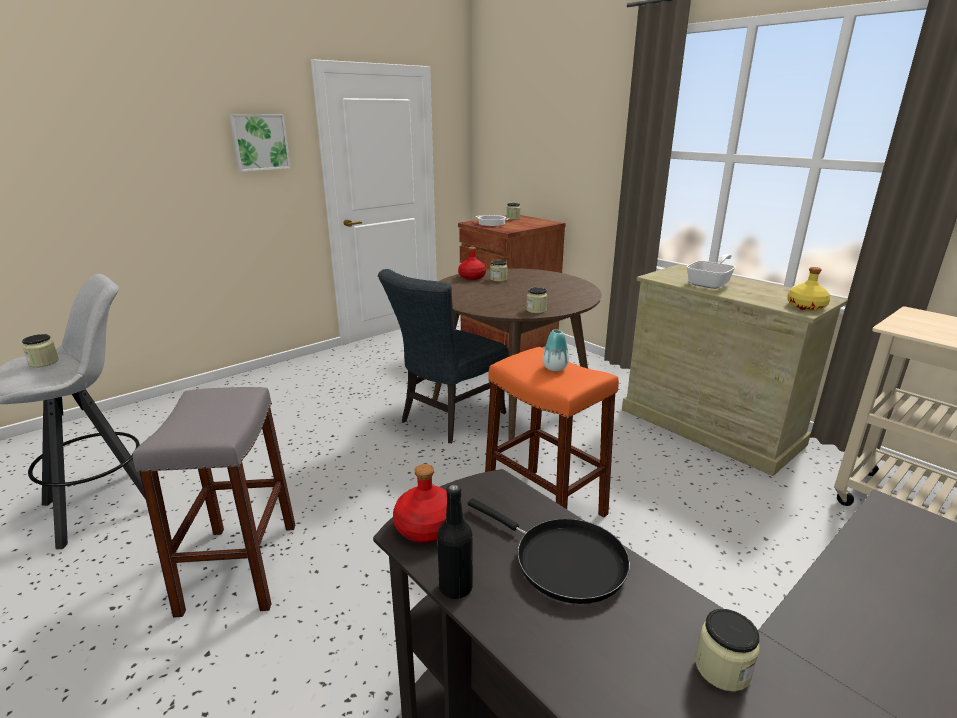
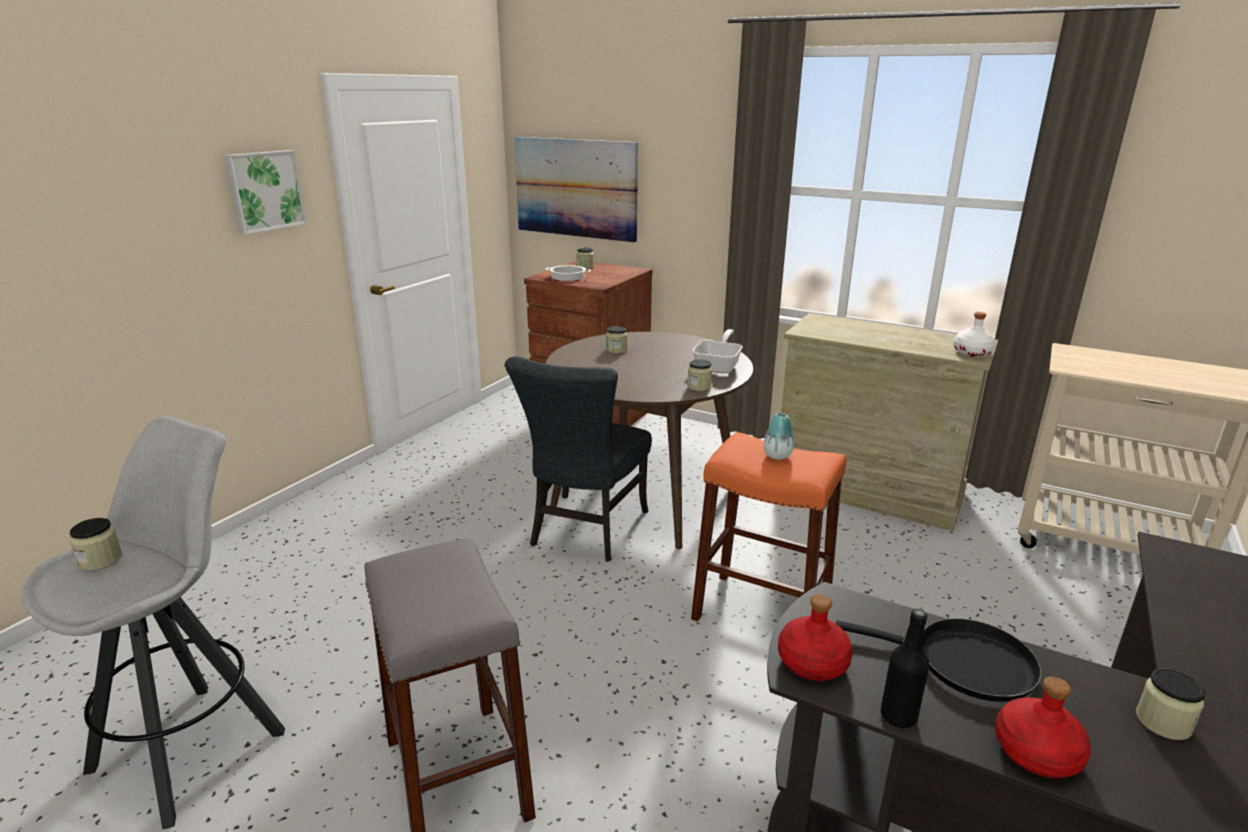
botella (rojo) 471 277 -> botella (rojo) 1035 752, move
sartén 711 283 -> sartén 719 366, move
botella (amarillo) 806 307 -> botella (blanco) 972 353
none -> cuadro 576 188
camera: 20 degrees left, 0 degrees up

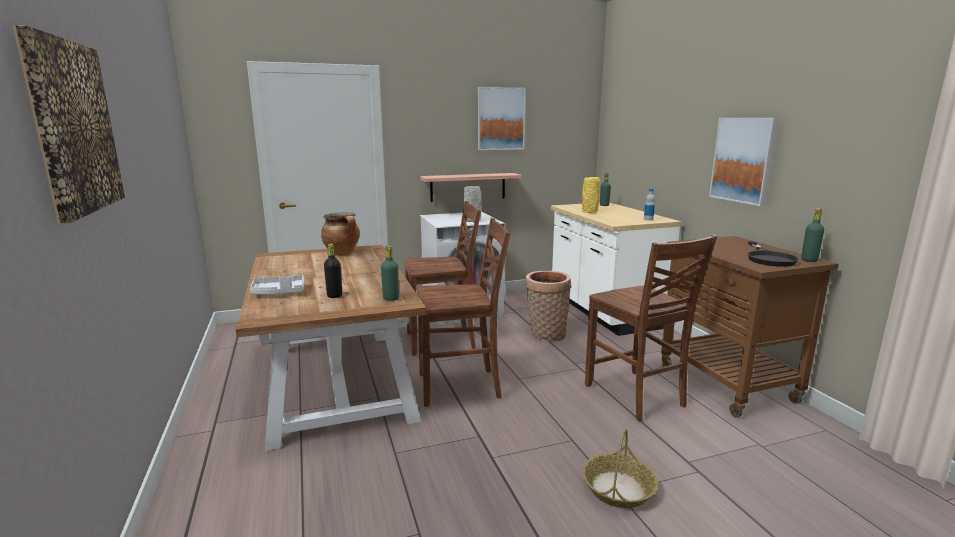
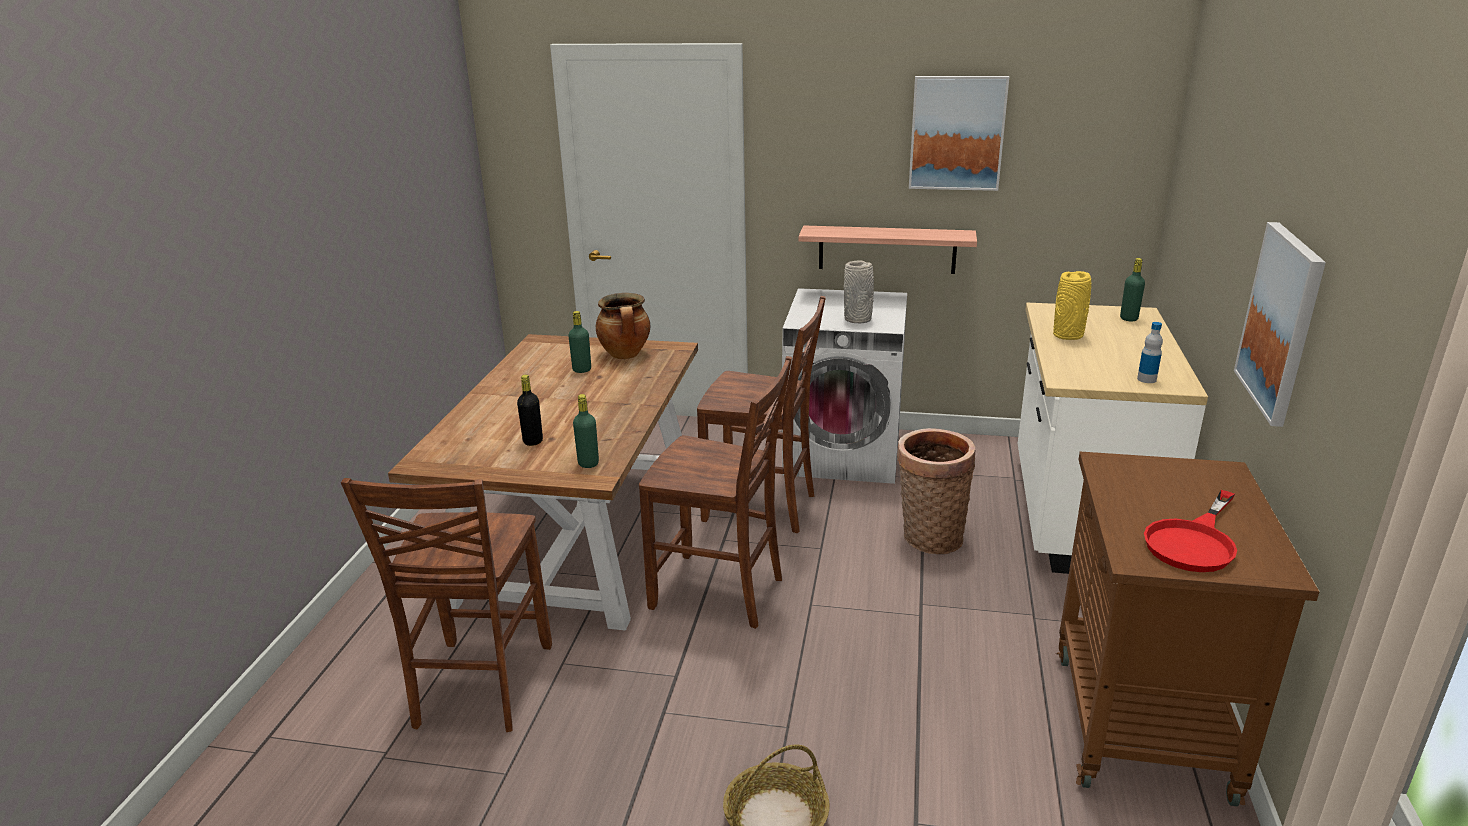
cuadro 73 127 -> none
botella (verde) 809 260 -> botella (verde) 582 370, move
silla (marrón) 636 396 -> silla (marrón) 480 687, move
sartén (negro) 768 258 -> sartén (rojo) 1194 542
bandeja (gris) 279 292 -> none
camera: 30 degrees right, 10 degrees up

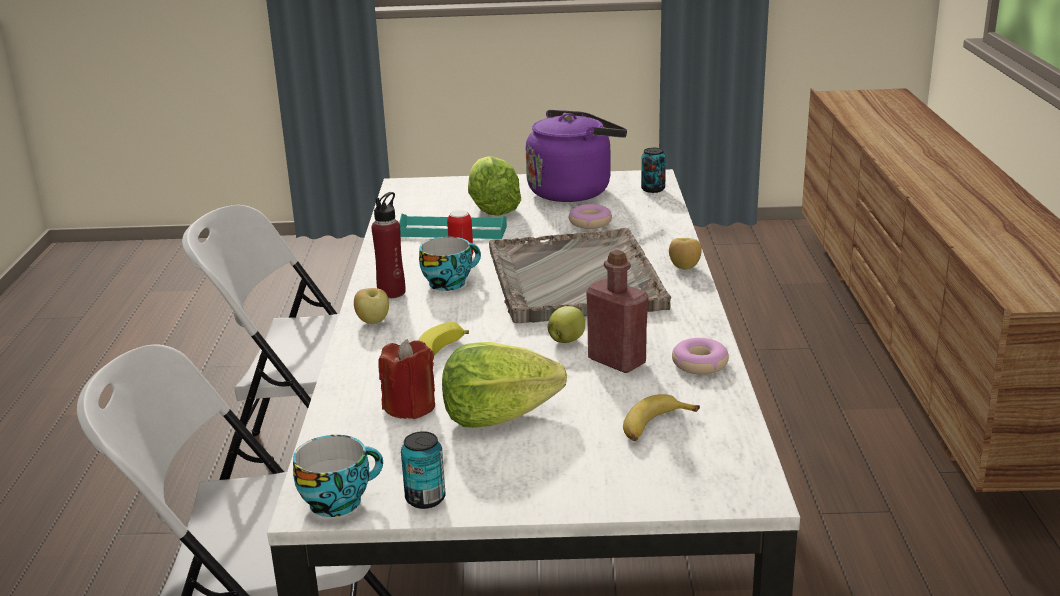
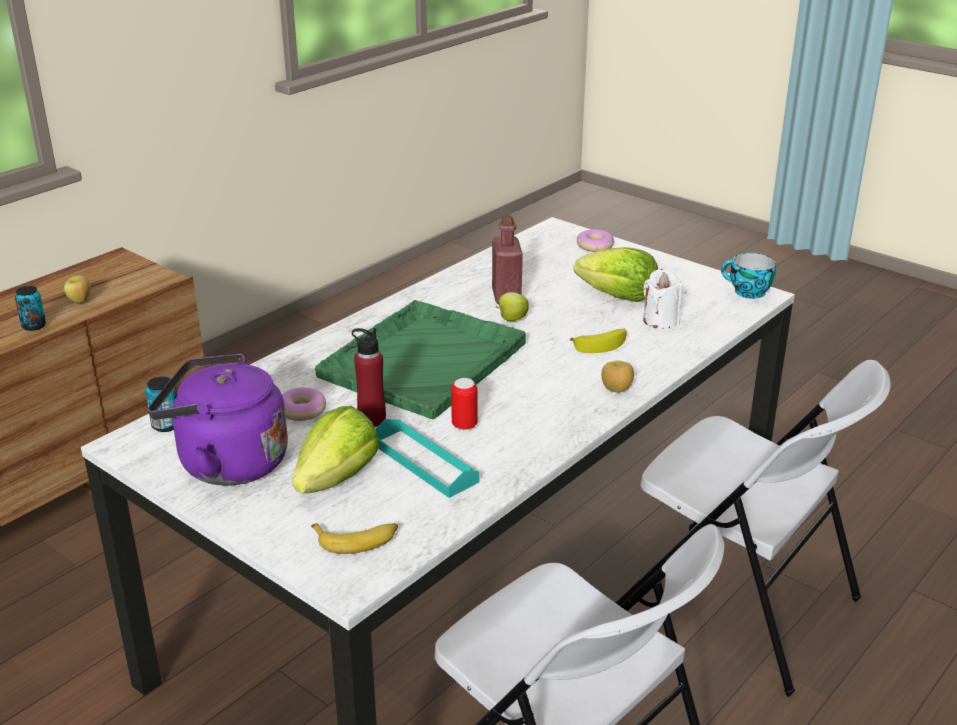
botella (rojo) 391 292 -> botella (rojo) 371 419, move
bandeja (gris) 574 280 -> bandeja (verde) 425 360
taza 449 282 -> none
manzana 684 268 -> manzana 80 301, move
rosquilla 699 364 -> rosquilla 595 246, move
vela (rojo) 410 407 -> vela (blanco) 661 320
plátano 655 427 -> plátano 357 540, move
lata 425 499 -> lata 34 326, move
camera: 140 degrees left, 5 degrees up

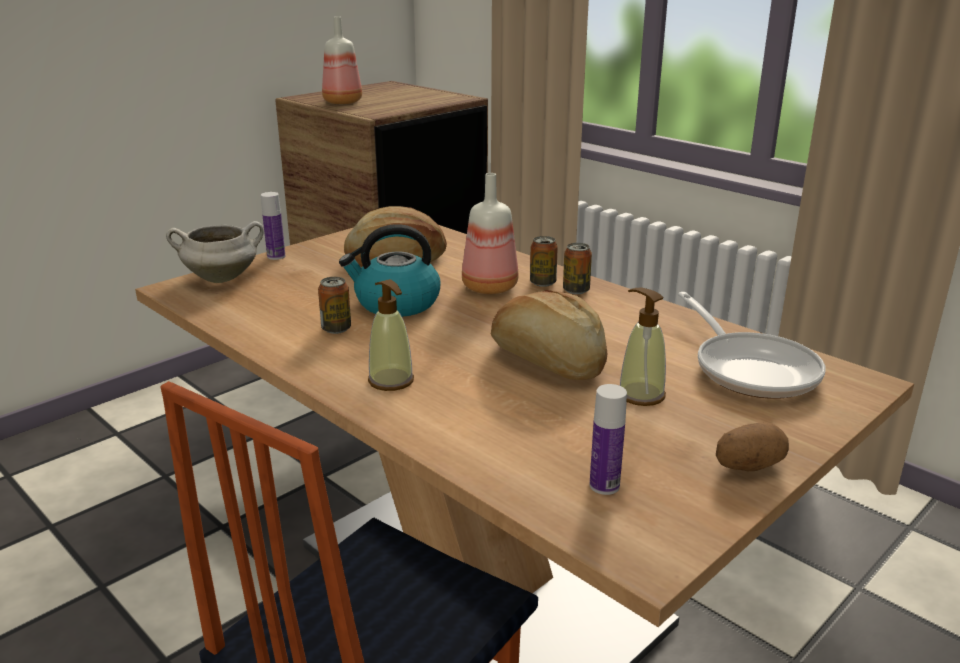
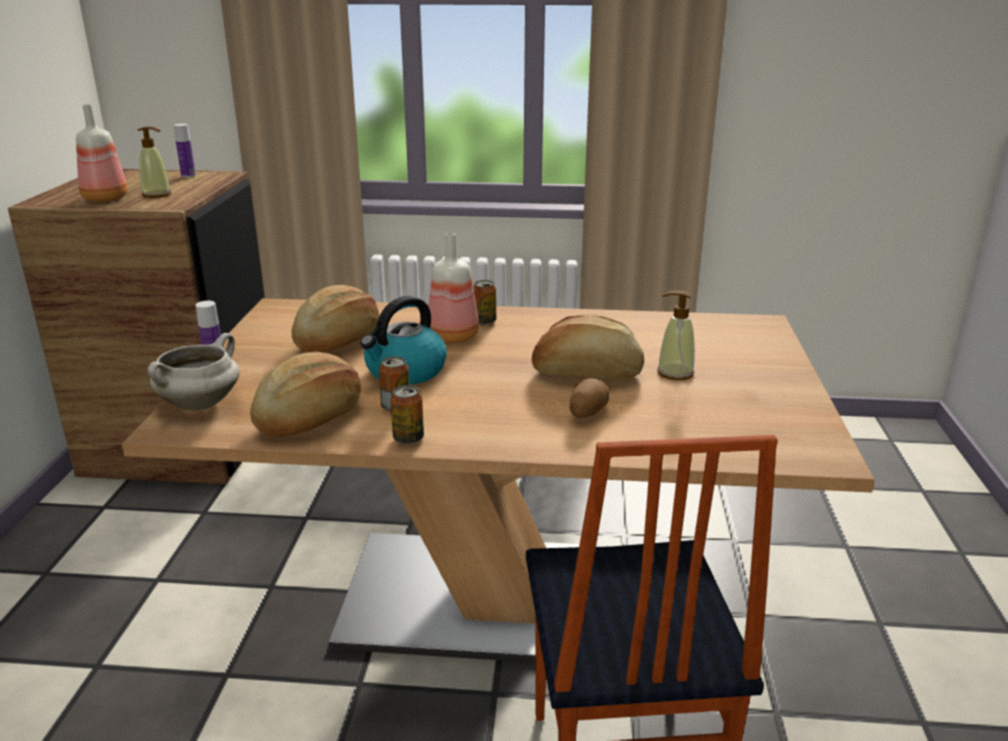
lata 576 290 -> lata 408 438, move
dispensador de jabón 391 381 -> dispensador de jabón 157 195, move
sartén 750 369 -> none
botella 604 485 -> botella 188 176, move
patata 748 466 -> patata 586 413, move
none -> pan 311 417
camera: 40 degrees left, 0 degrees up

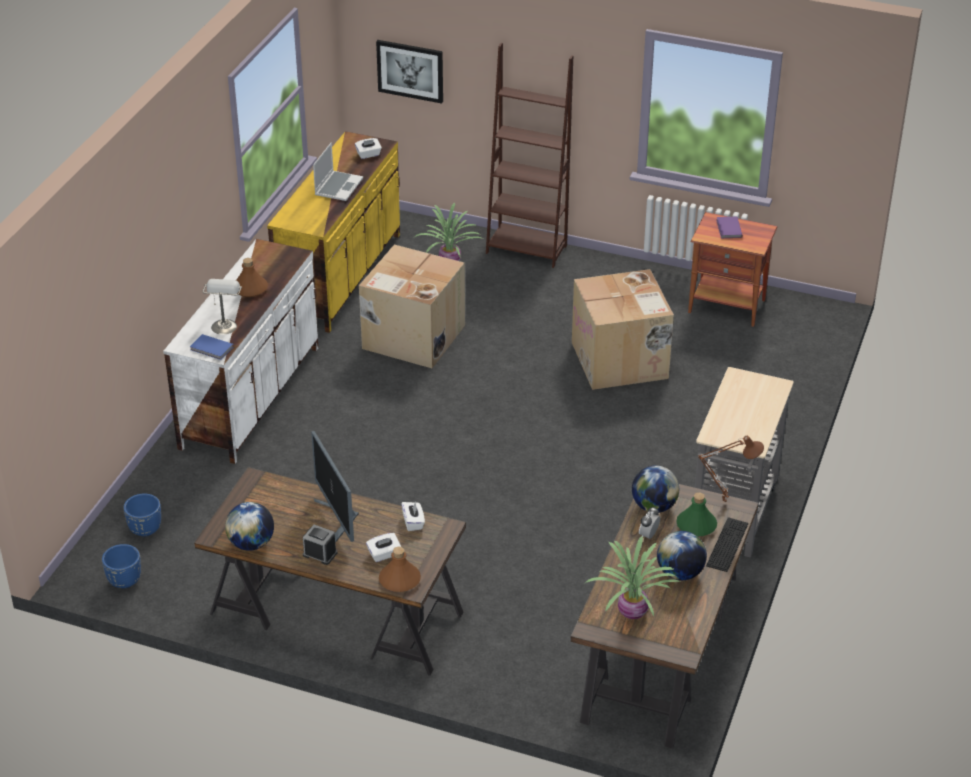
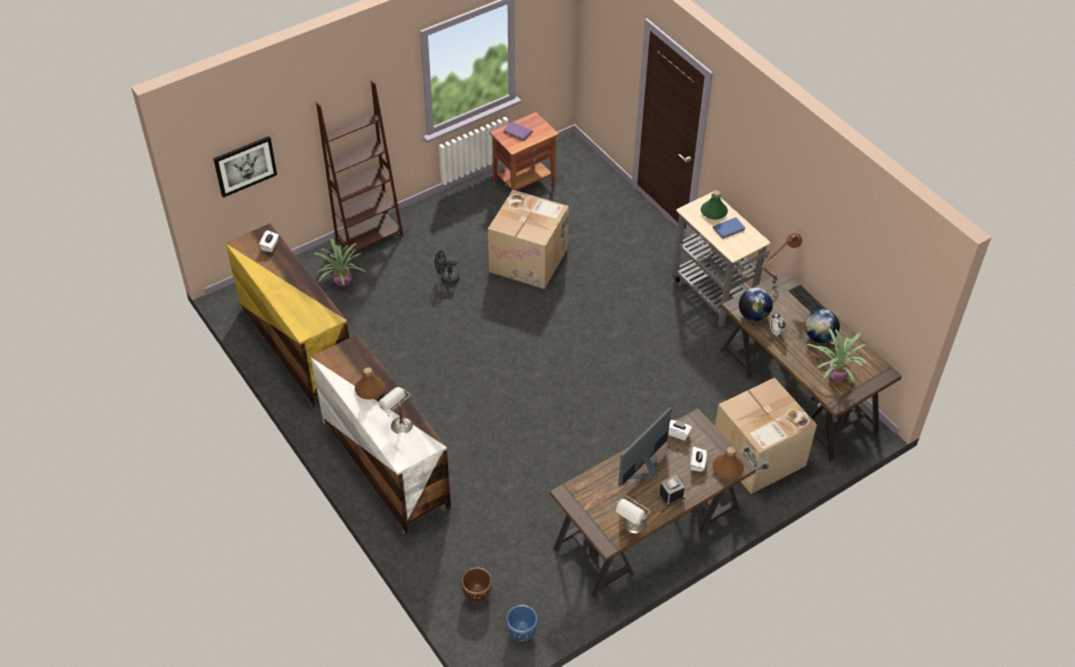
portátil 338 187 -> none
caja de cartón 412 337 -> caja de cartón 758 457, move
libro (azul) 211 349 -> libro (azul) 729 229, move
monitor 338 519 -> monitor 644 469, 120 degrees clockwise
botella (verde) 696 525 -> botella (verde) 713 212, move
maceta (azul) 145 530 -> maceta (marrón) 477 595
globo terráqueo 251 543 -> lámpara de mesa (blanco) 632 527
none -> ventilador (negro) 446 278
camera: 55 degrees left, 10 degrees up

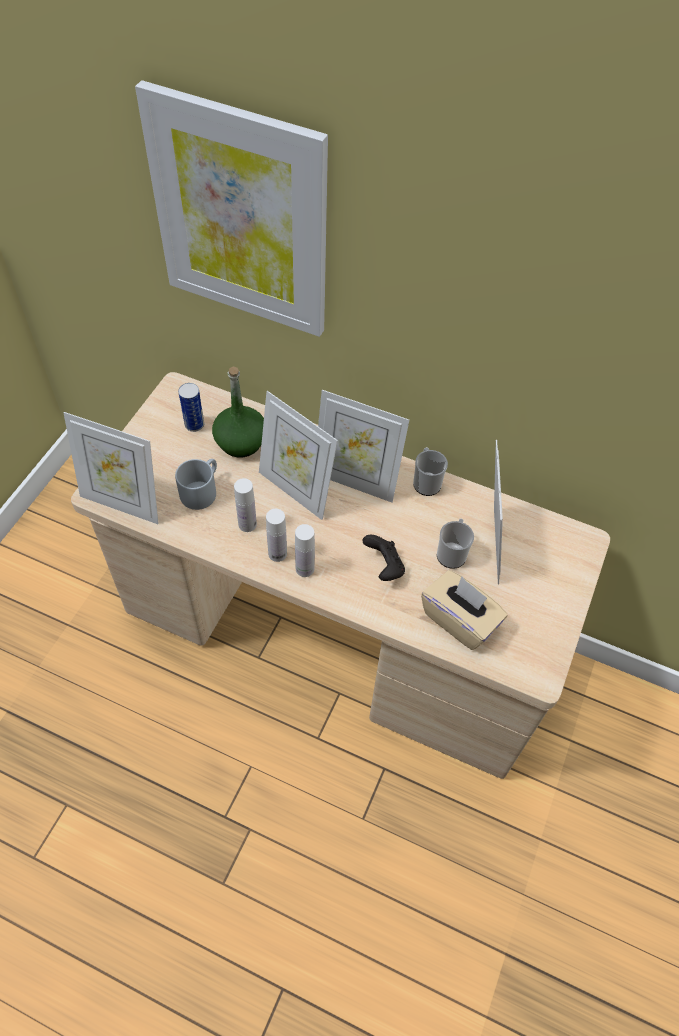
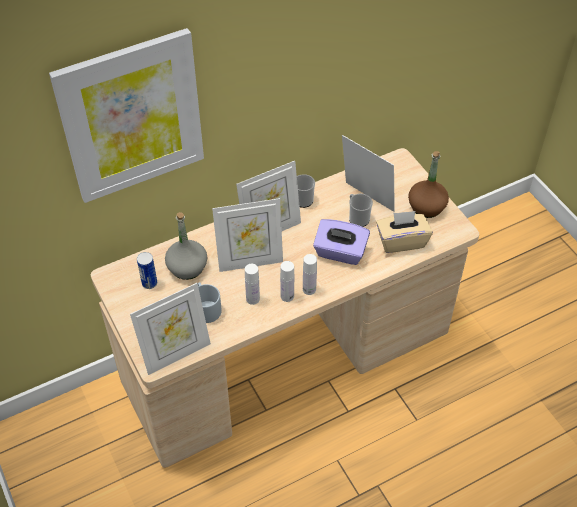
botella (verde) 241 442 -> botella (gris) 187 267
mando de consola (negro) 384 567 -> caja de pañuelos (morado) 340 252
none -> botella (marrón) 426 207
camera: 50 degrees left, 5 degrees down

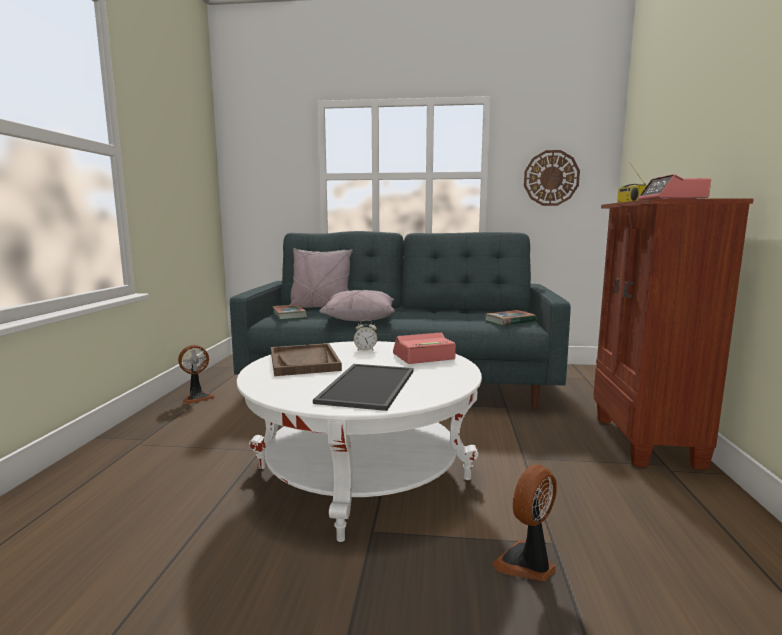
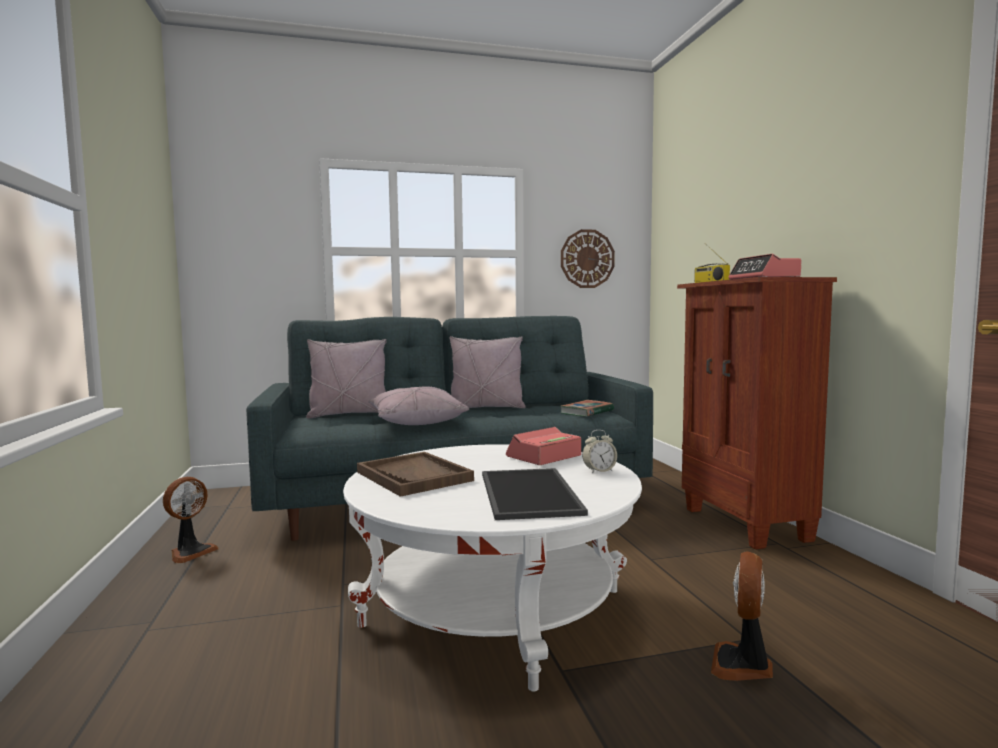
libro 289 315 -> none
despertador 365 350 -> despertador 599 471, move
none -> cojín (morado) 486 408
camera: 20 degrees left, 5 degrees down

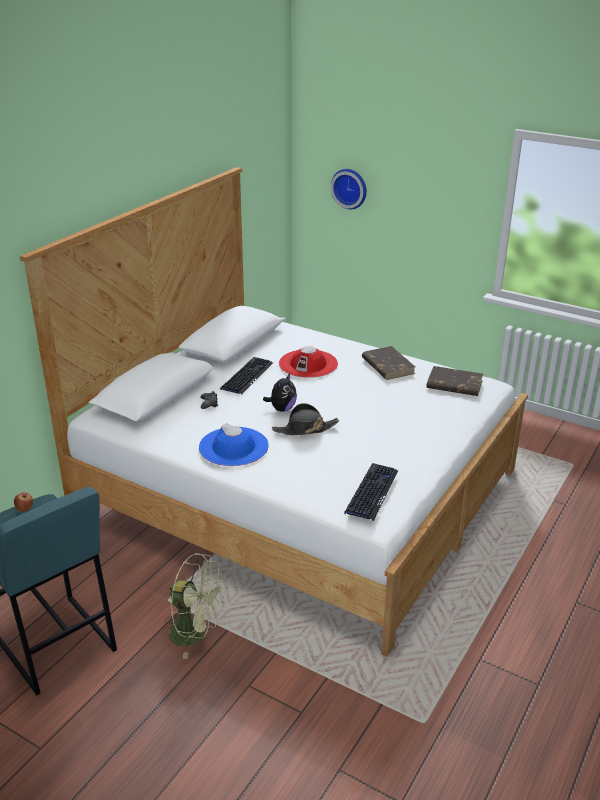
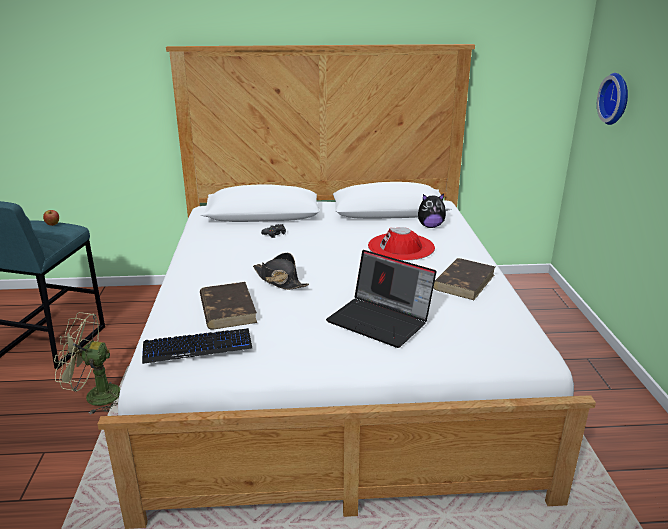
teclado 247 376 -> none
libro (marrón) 453 384 -> libro (marrón) 227 309, move
peluche 282 409 -> peluche 430 226, move
sombrero (azul) 233 447 -> none
ventilador (verde) 195 634 -> ventilador (verde) 95 396, 105 degrees clockwise
none -> portátil 381 320
camera: 55 degrees right, 5 degrees down

